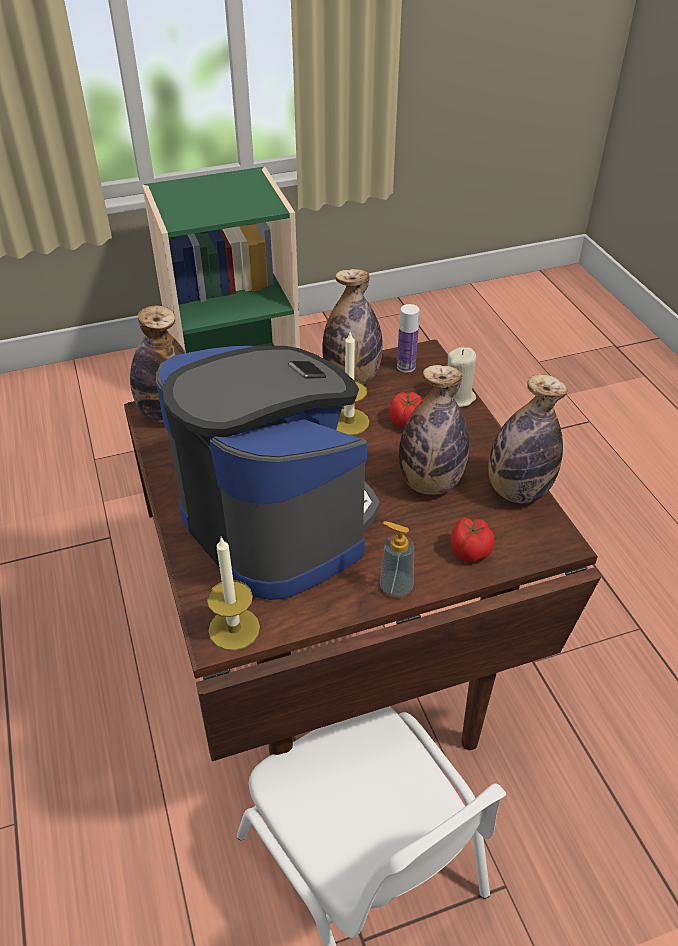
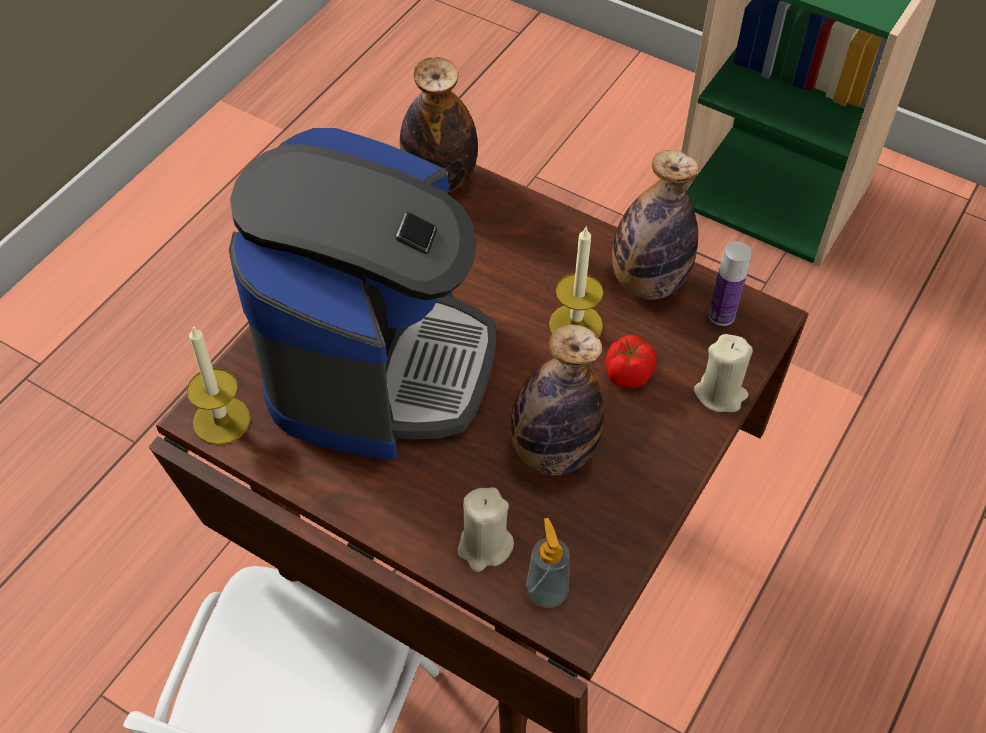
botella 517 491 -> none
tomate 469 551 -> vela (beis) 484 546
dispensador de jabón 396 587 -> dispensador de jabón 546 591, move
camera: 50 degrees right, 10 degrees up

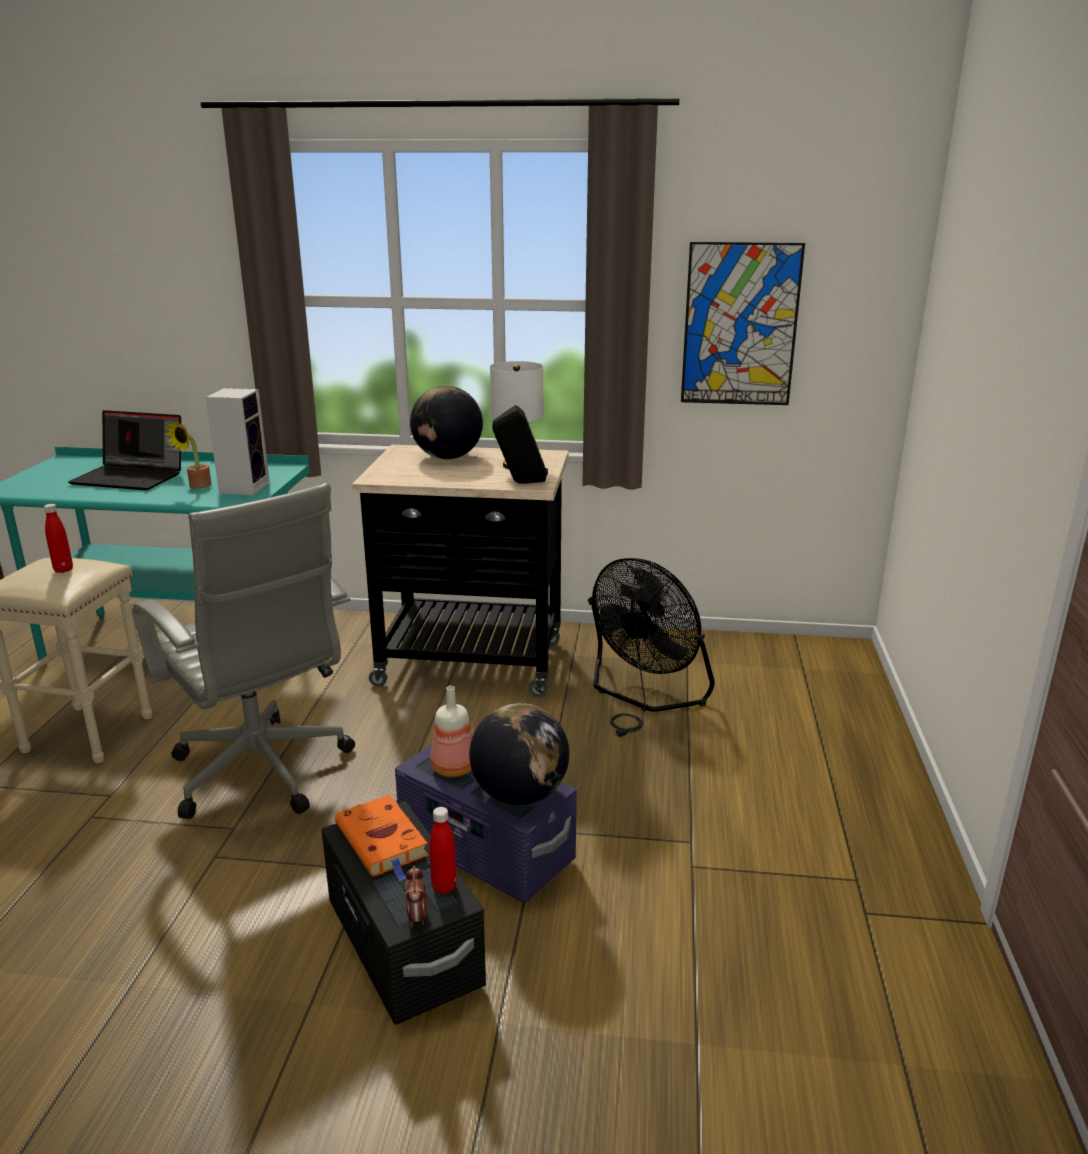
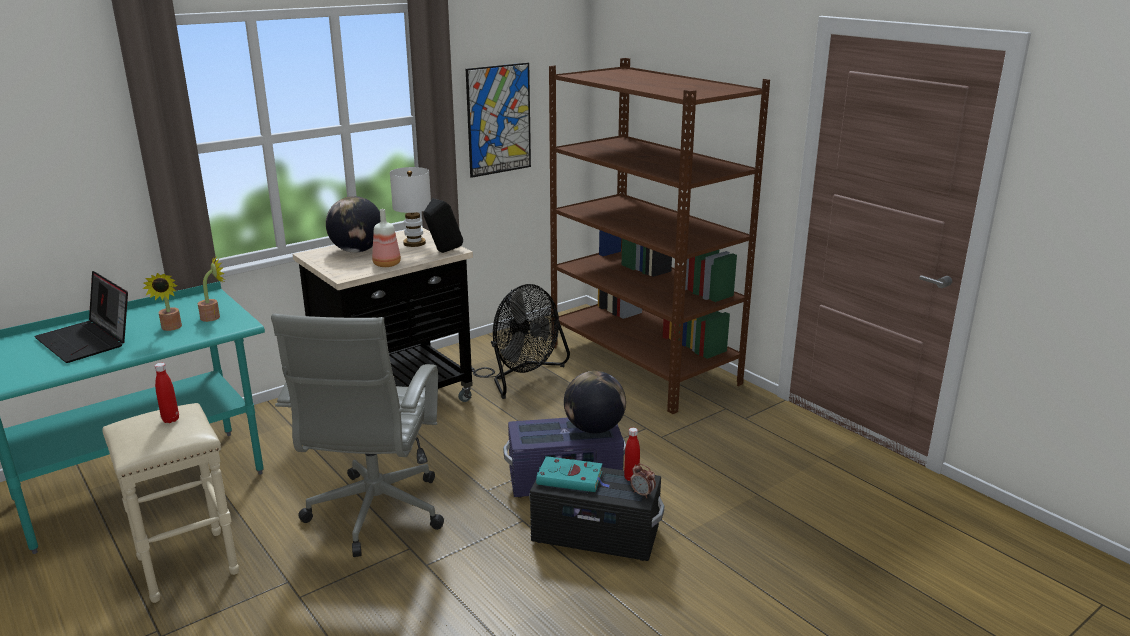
altavoz 244 487 -> planta en maceta 214 316
portátil 132 477 -> portátil 88 341, 75 degrees clockwise
silla de oficina (gris) 264 775 -> silla de oficina (gris) 374 516, 90 degrees clockwise
ventilador (negro) 637 695 -> ventilador (negro) 518 377, 135 degrees clockwise
botella 454 769 -> botella 387 264, move
libro (naranja) 383 842 -> libro (turquesa) 571 479
none -> estantería (marrón) 643 364
camera: 45 degrees left, 0 degrees up

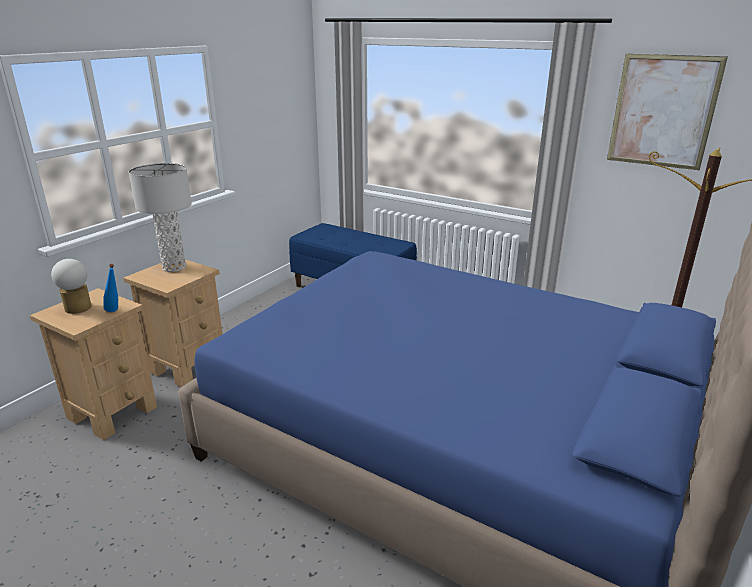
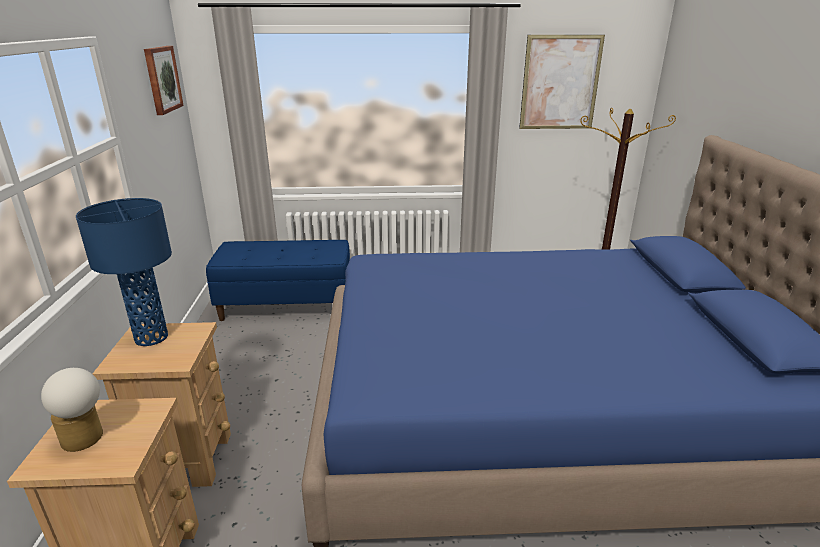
lámpara de mesa (blanco) 174 267 -> lámpara de mesa (azul) 152 337
botella (azul) 115 312 -> none
none -> cuadro 162 79
camera: 35 degrees left, 0 degrees up

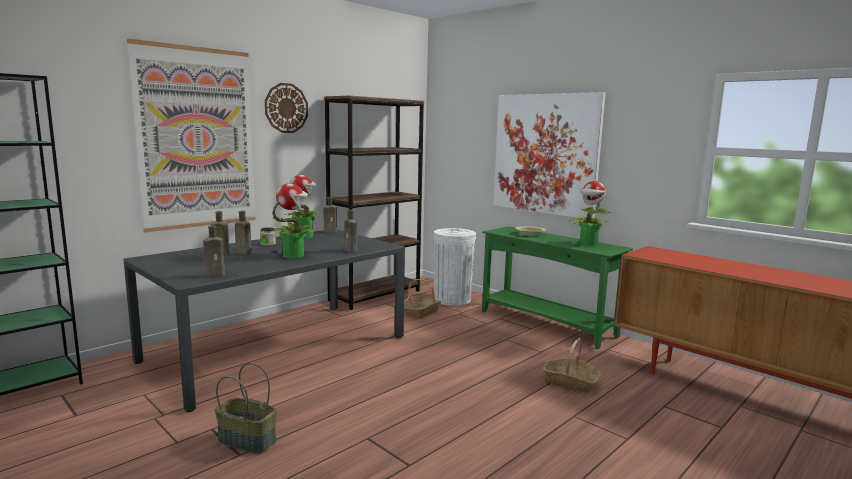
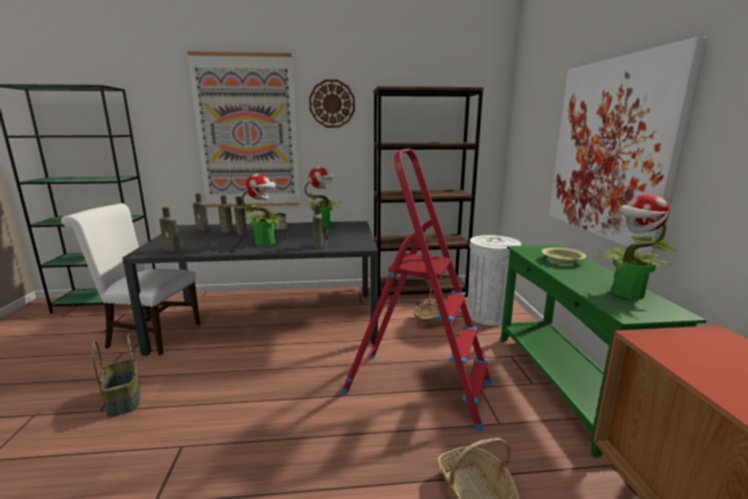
botella (marrón) 331 232 -> botella (marrón) 203 229, move
none -> escalera de tijera (rojo) 419 388
none -> silla (blanco) 149 335
camera: 40 degrees right, 5 degrees up

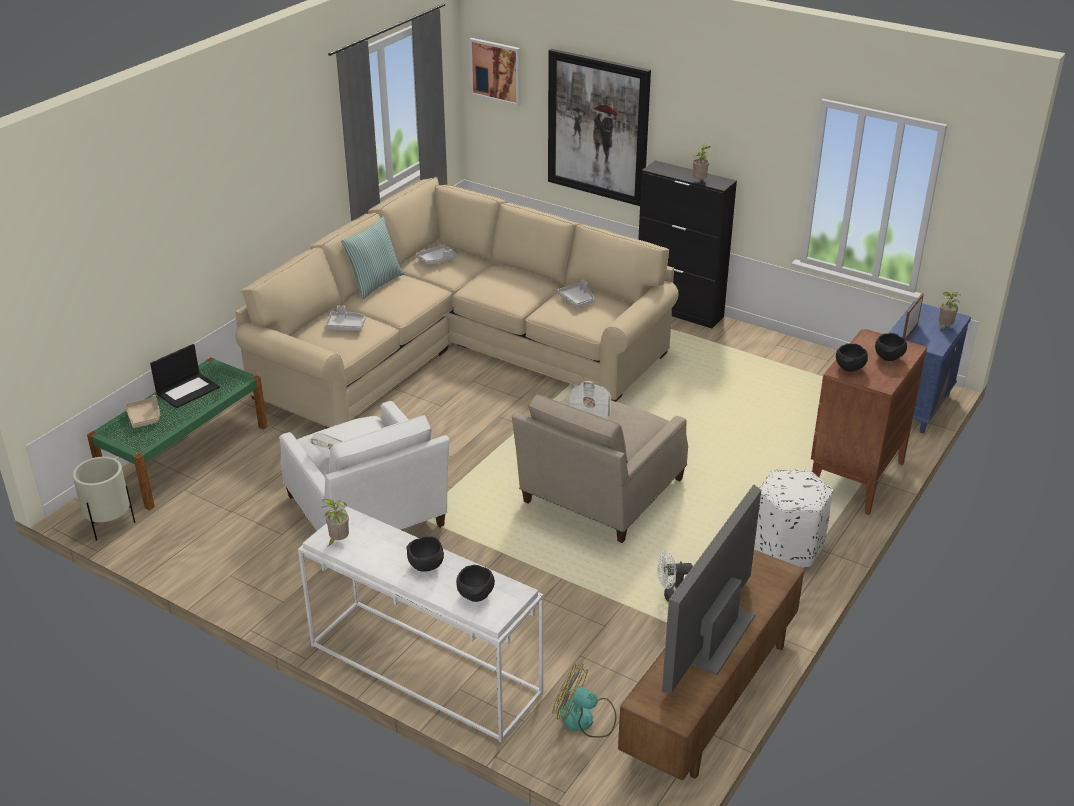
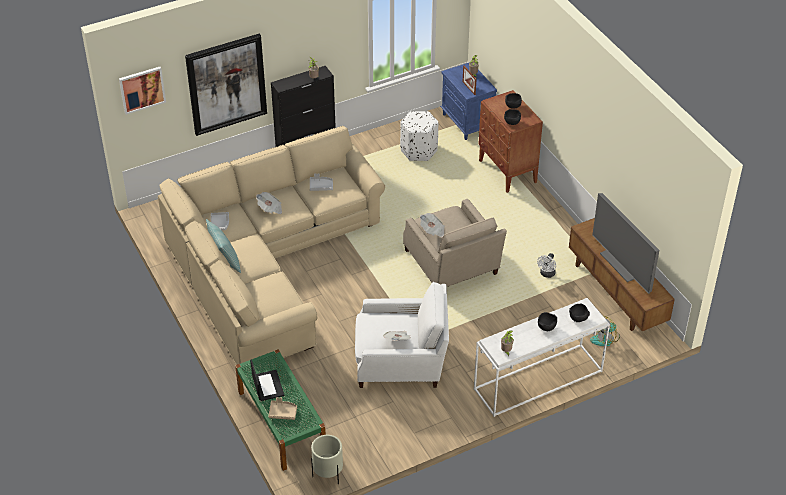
bandeja (gris) 346 326 -> none
puf (blanco) 787 547 -> puf (blanco) 419 150, move
none -> periódico 270 209
camera: 60 degrees left, 10 degrees up

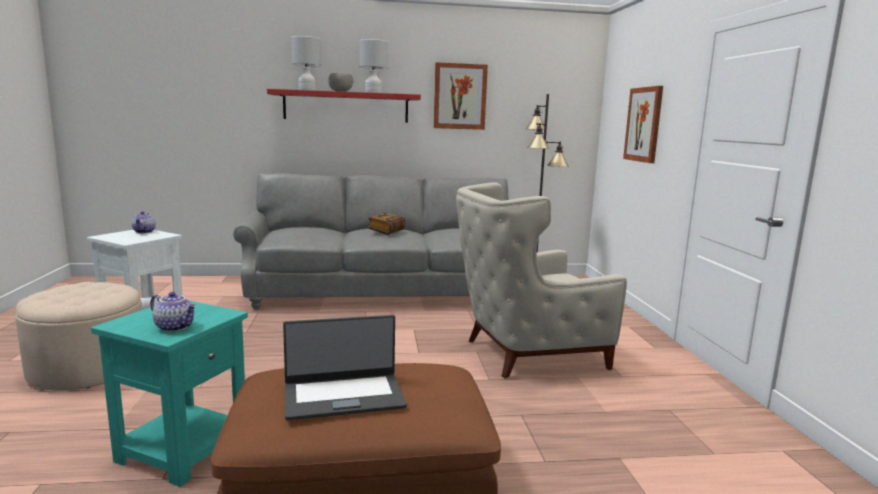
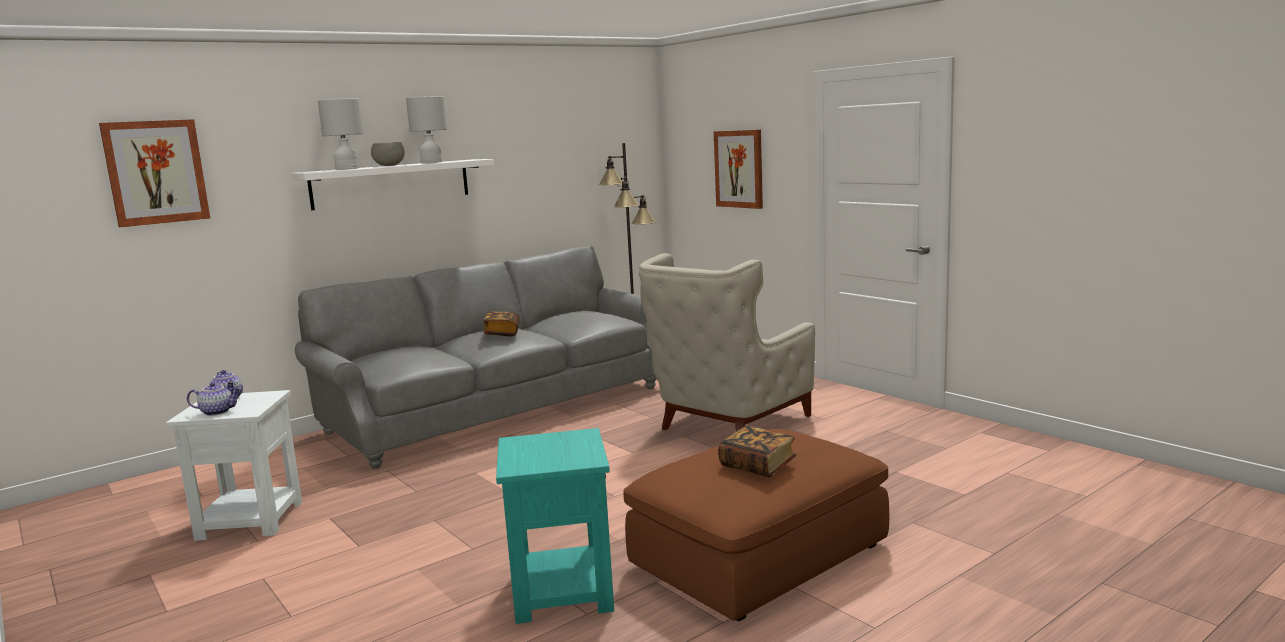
cuadro 460 96 -> cuadro 156 172, move
estante (rojo) 346 106 -> estante (blanco) 391 183
puf (beis) 88 368 -> none
tetera 175 327 -> tetera 217 412, move
portátil 343 396 -> libro 757 466
camera: 30 degrees left, 0 degrees up

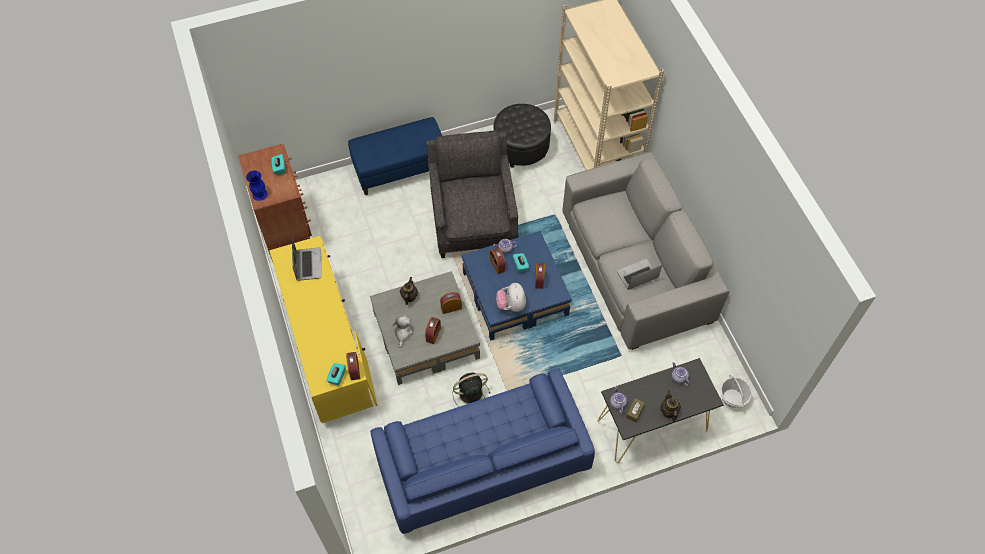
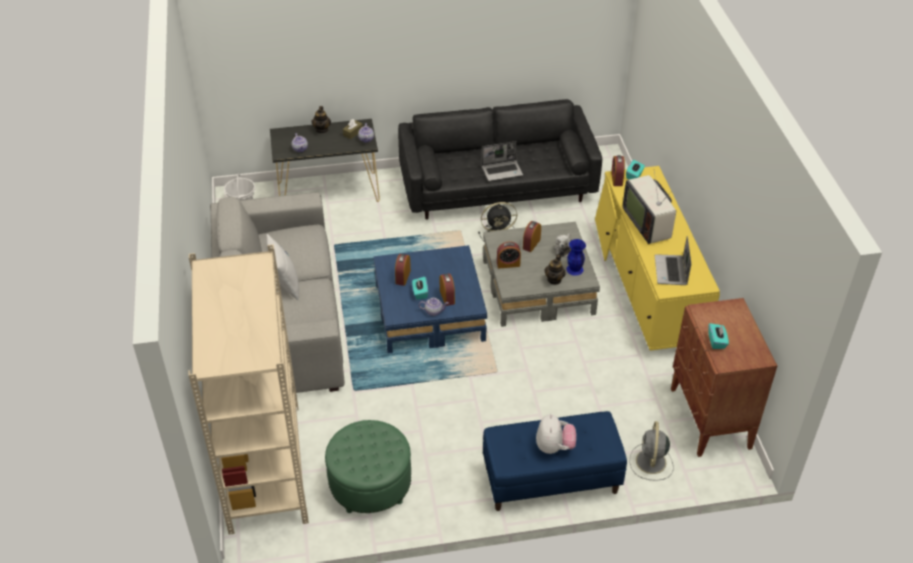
puf (negro) 521 148 -> puf (verde) 370 486
sillón (gris) 473 218 -> none
florero (azul) 260 194 -> florero (azul) 574 269, move
portátil 637 275 -> portátil 502 171, move
peluche 511 305 -> peluche 554 447, move
sofá (azul) 482 462 -> sofá (negro) 497 187
none -> televisor 648 224
none -> cojín (gris) 285 285
none -> ventilador (gris) 651 463
camera: 170 degrees left, 15 degrees down

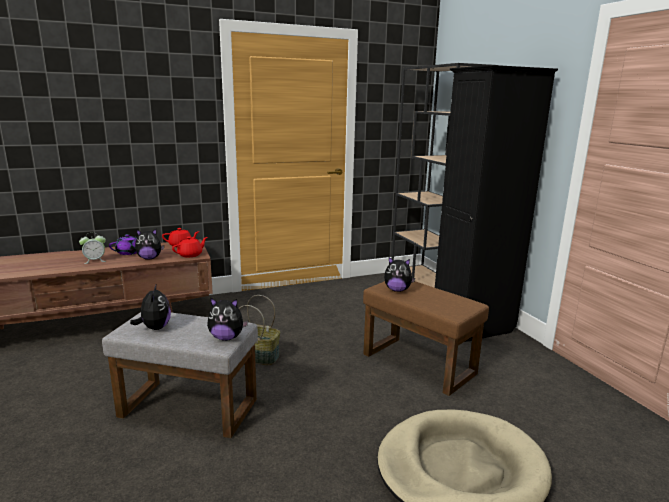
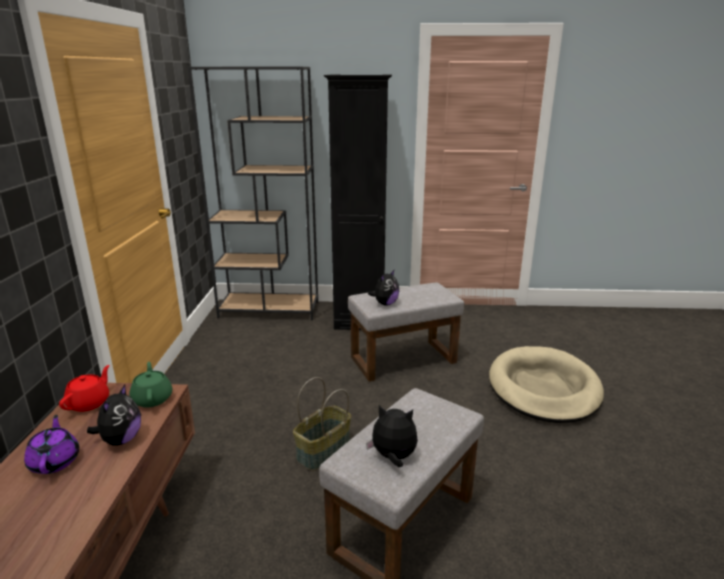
despertador 95 261 -> none
tetera (rojo) 190 255 -> tetera (verde) 152 398
puf (marrón) 420 364 -> puf (gris) 404 359
peluche 227 337 -> none
camera: 65 degrees left, 5 degrees up

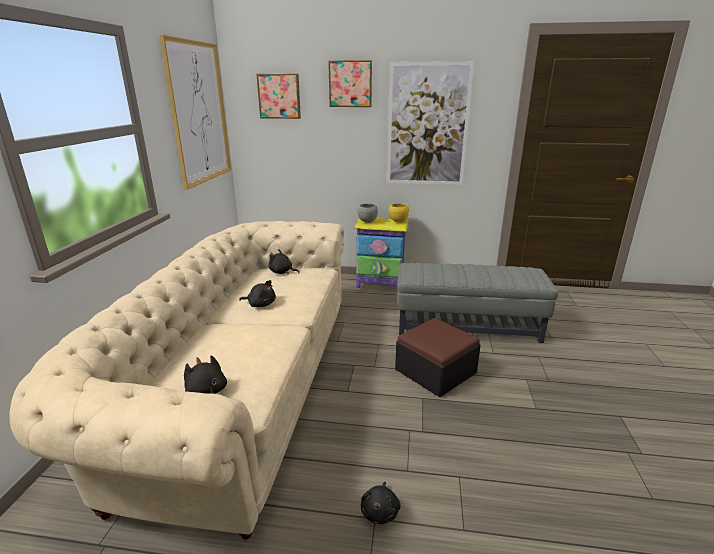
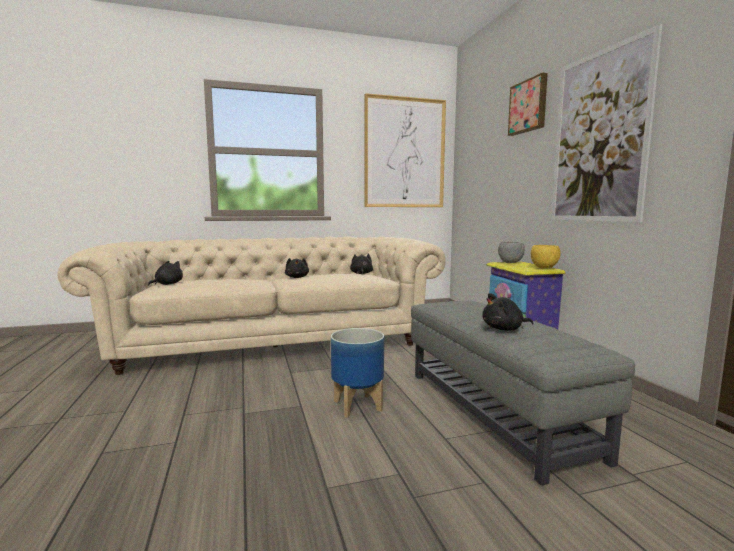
cuadro 279 96 -> none
puf 435 371 -> maceta 358 405
peluche (negro) 380 511 -> peluche (negro) 504 329, move
camera: 65 degrees right, 15 degrees down

